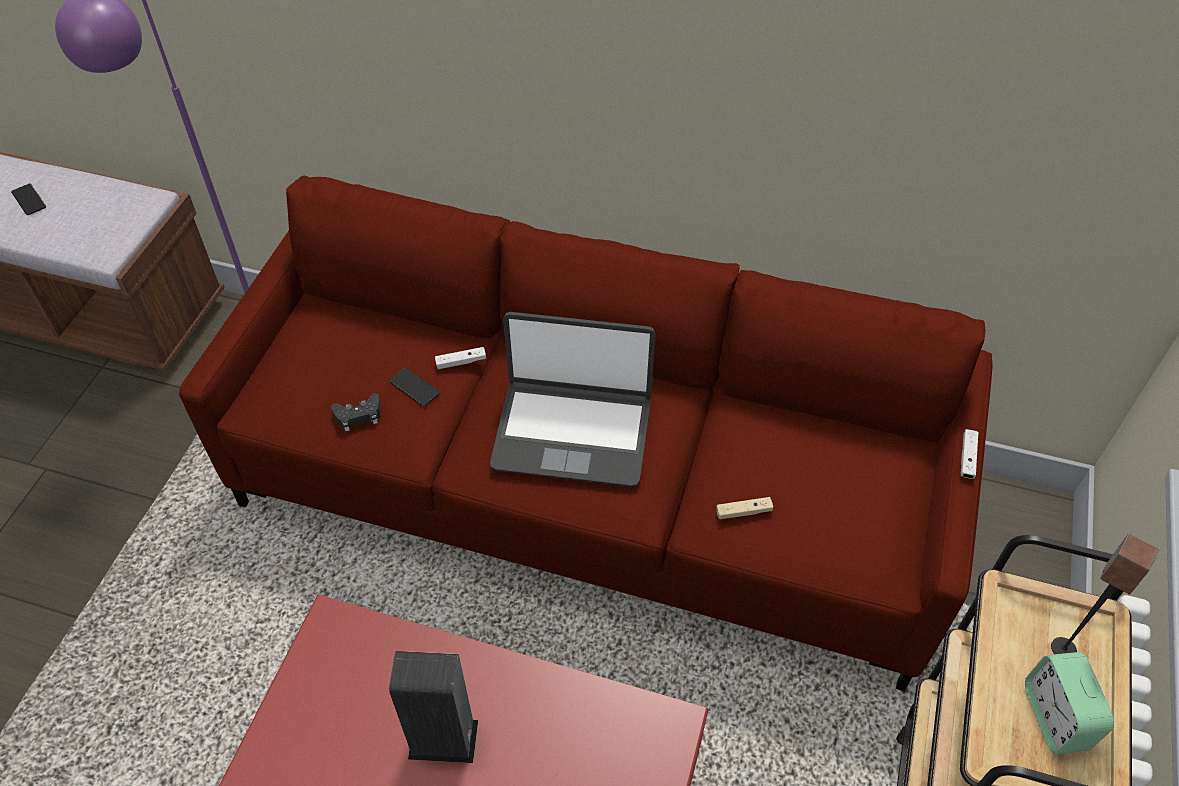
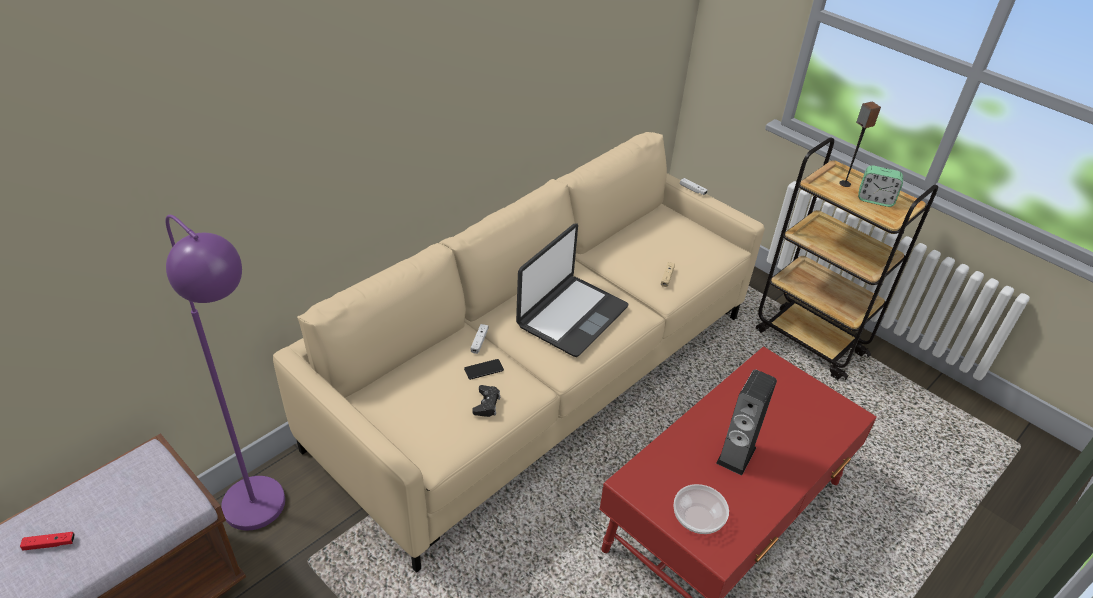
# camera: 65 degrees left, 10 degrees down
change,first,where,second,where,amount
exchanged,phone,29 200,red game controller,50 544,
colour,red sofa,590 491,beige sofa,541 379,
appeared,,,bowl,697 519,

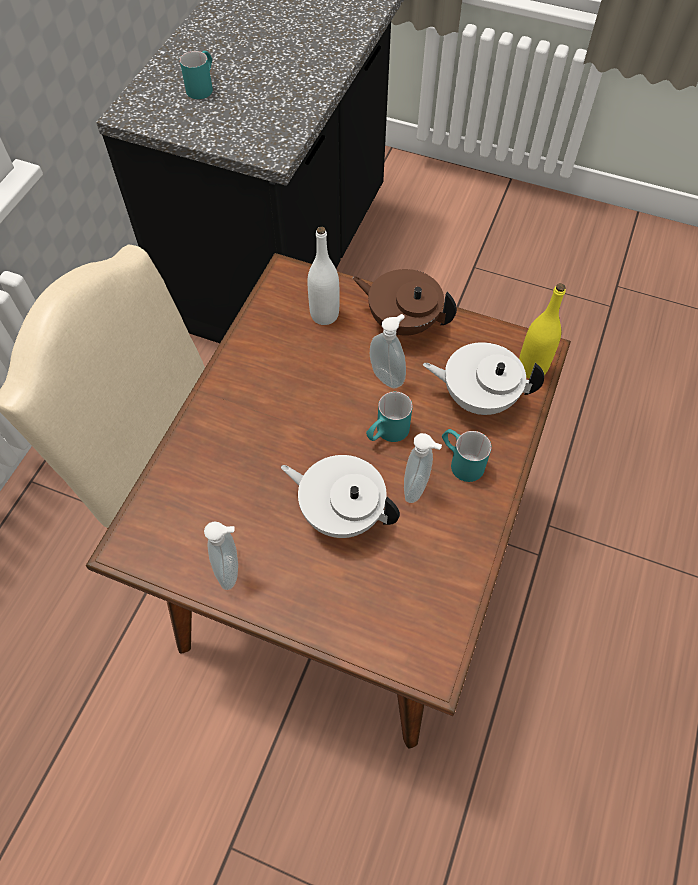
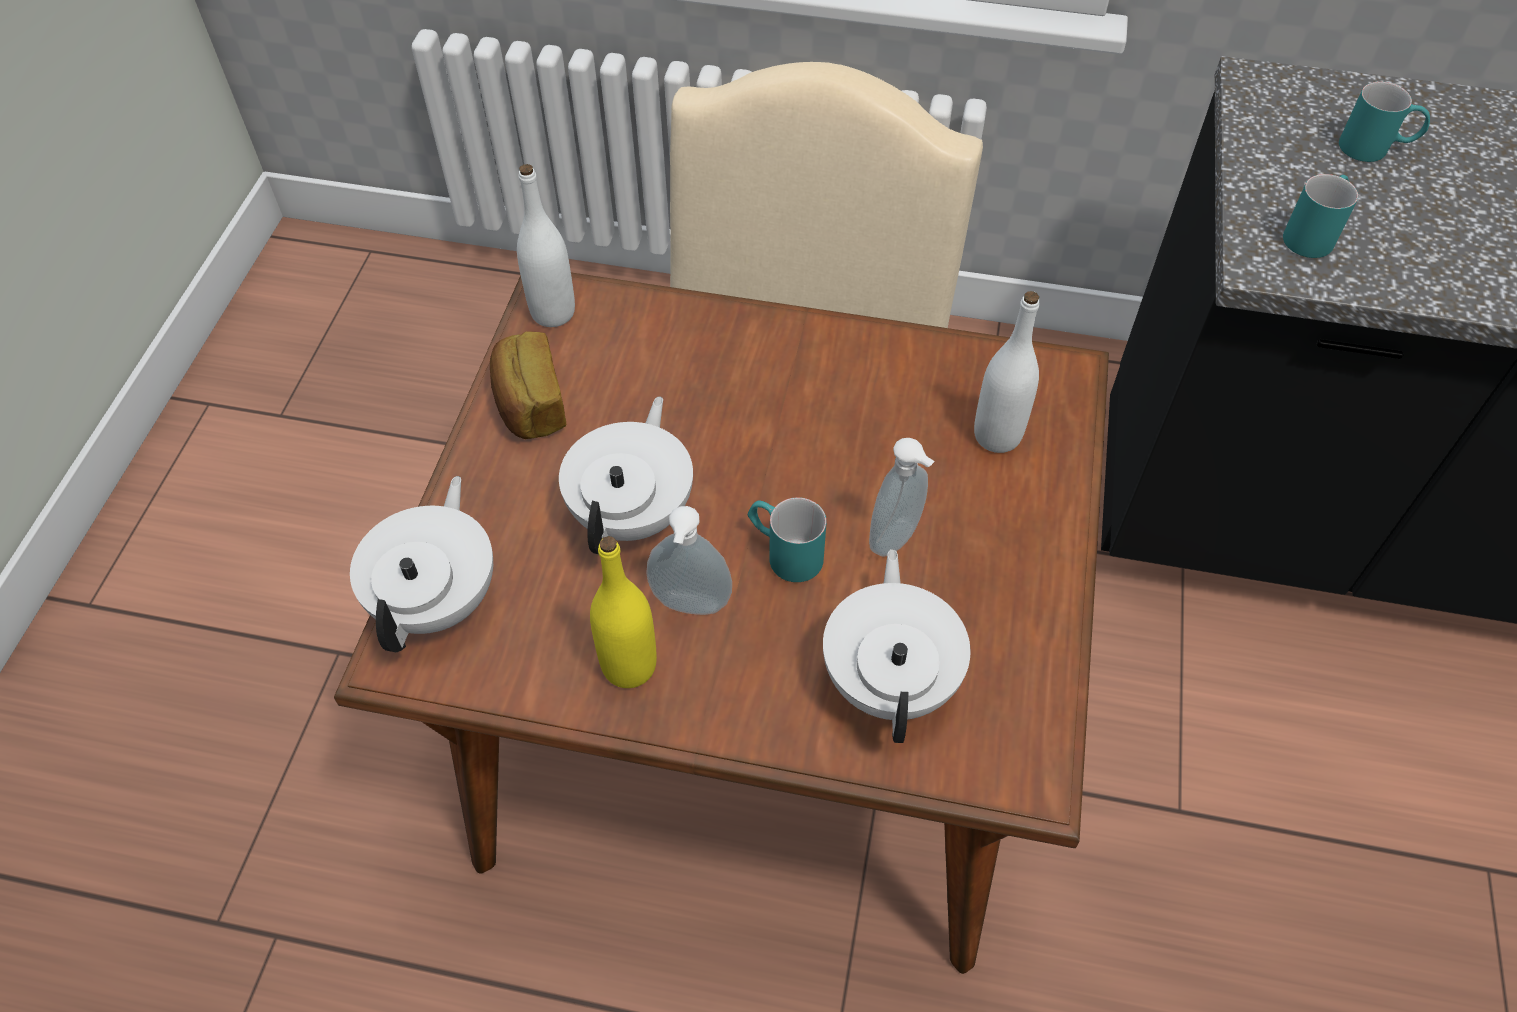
# camera: 80 degrees right, 5 degrees down
change,first,where,second,where,amount
appeared,,,white teapot,439 599,
exchanged,soap dispenser,231 569,bread,529 404,
appeared,,,white bottle,553 312,
relocated,yellow bottle,532 368,,629 666,
relocated,turquoise mug,460 461,,1313 233,
missing,brown teapot,402 321,,,

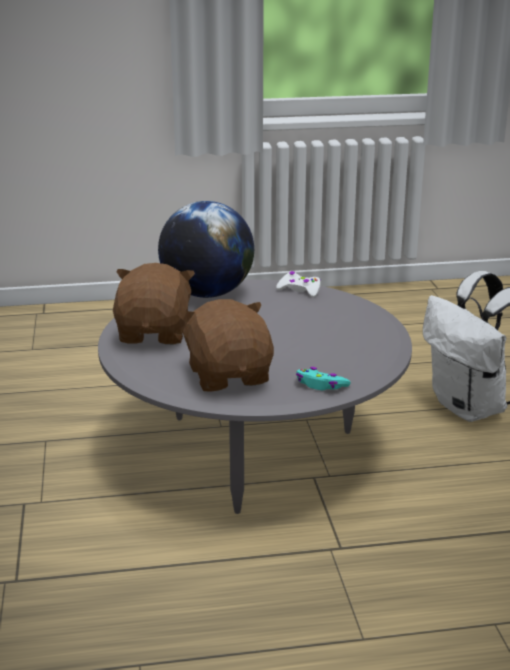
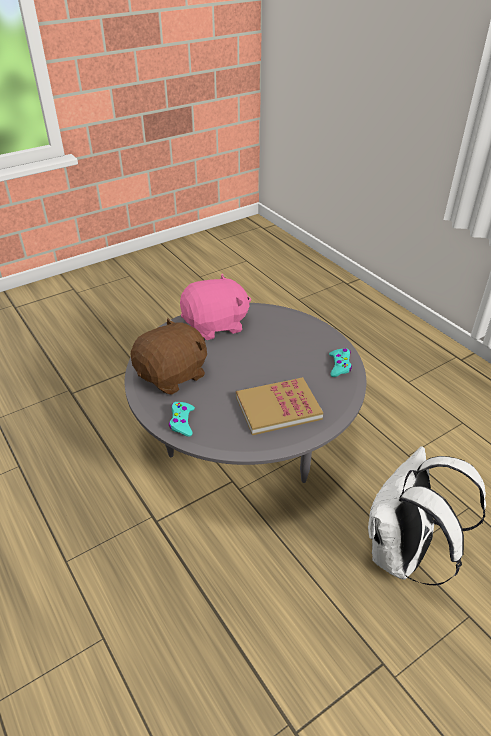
# camera: 65 degrees right, 15 degrees up
change,first,where,second,where,amount
colour,brown plush toy,155 333,pink plush toy,215 325,
appeared,,,book,278 408,
colour,white game controller,300 290,turquoise game controller,339 366,
missing,globe,207 294,,,

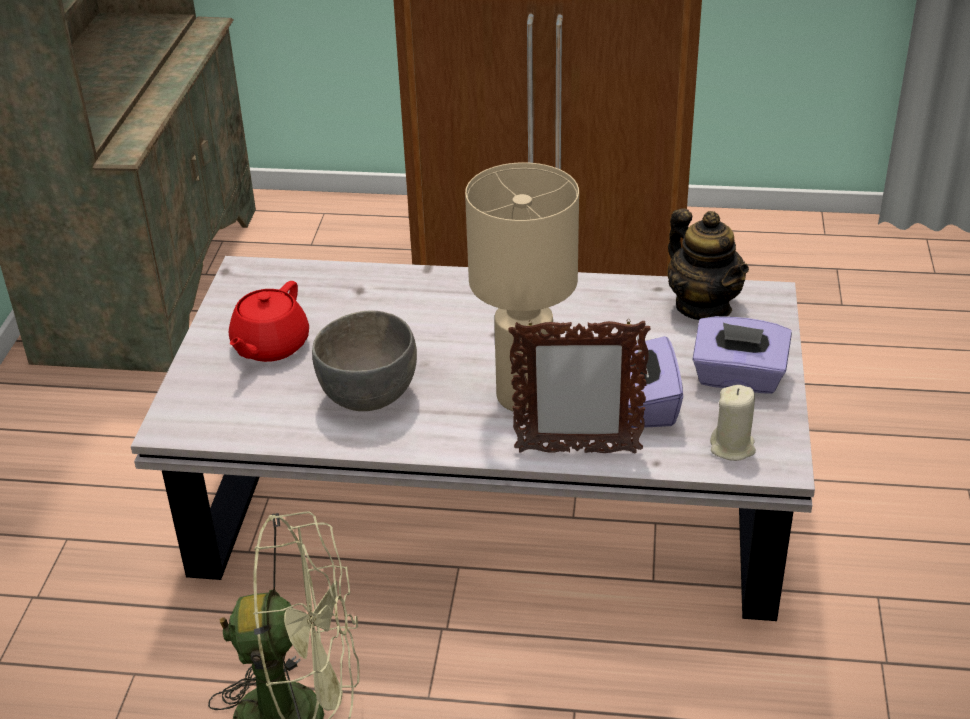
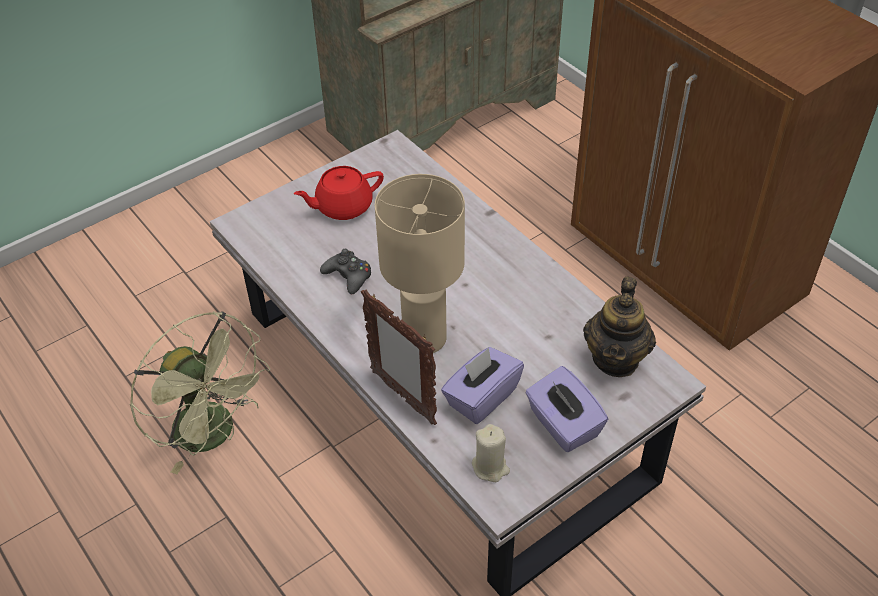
# camera: 45 degrees right, 10 degrees up
change,first,where,second,where,amount
exchanged,grey bowl,369 396,black game controller,348 276,

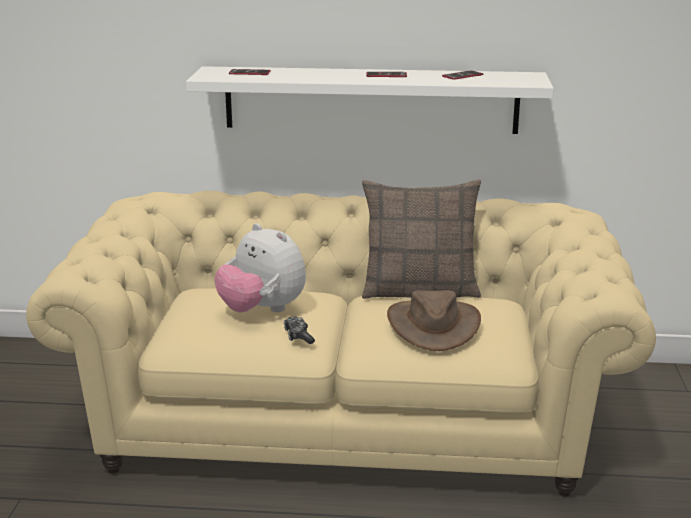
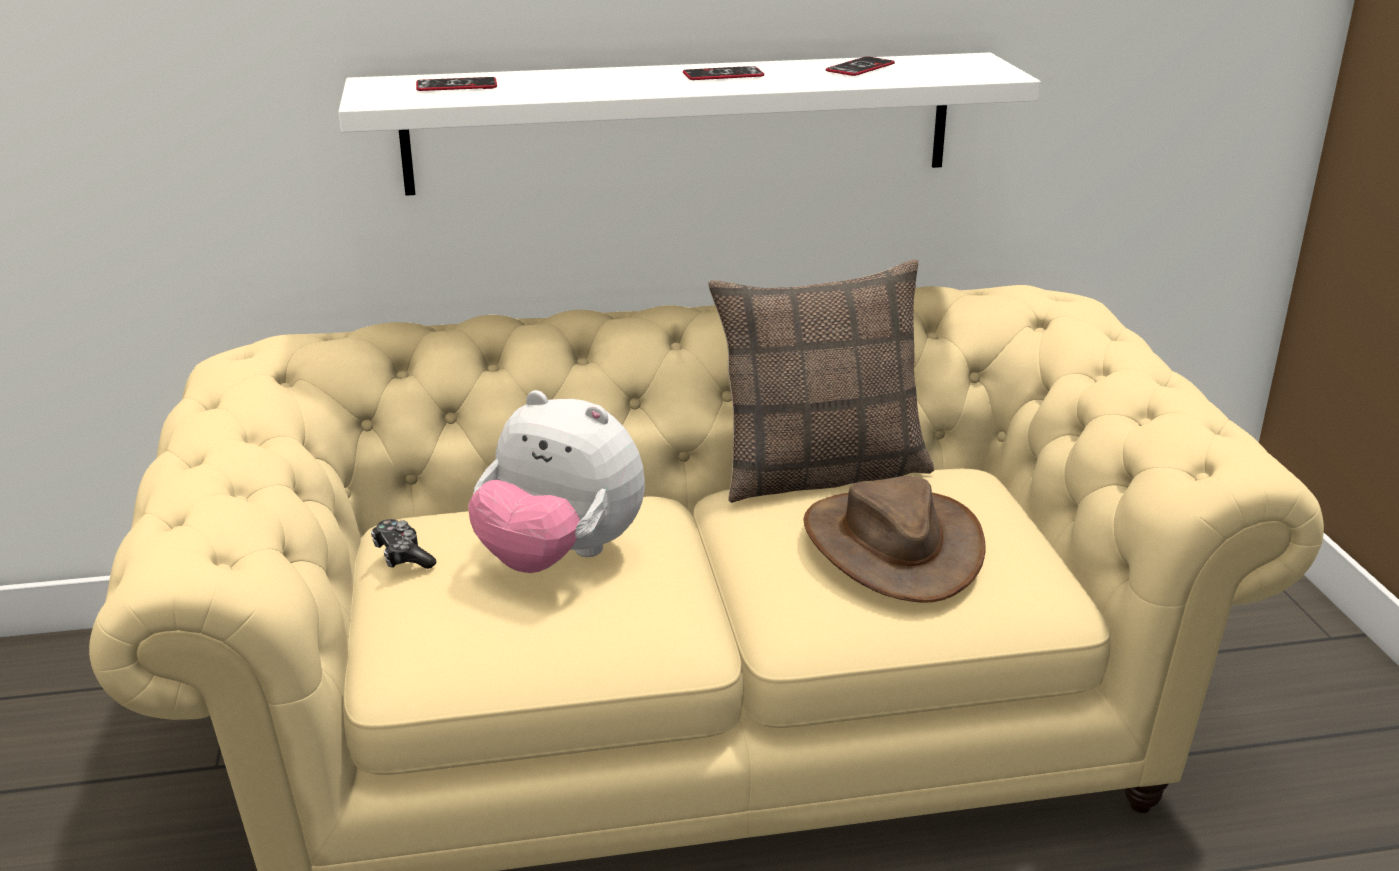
# camera: 15 degrees left, 5 degrees up
change,first,where,second,where,amount
relocated,game controller,298 336,,403 555,

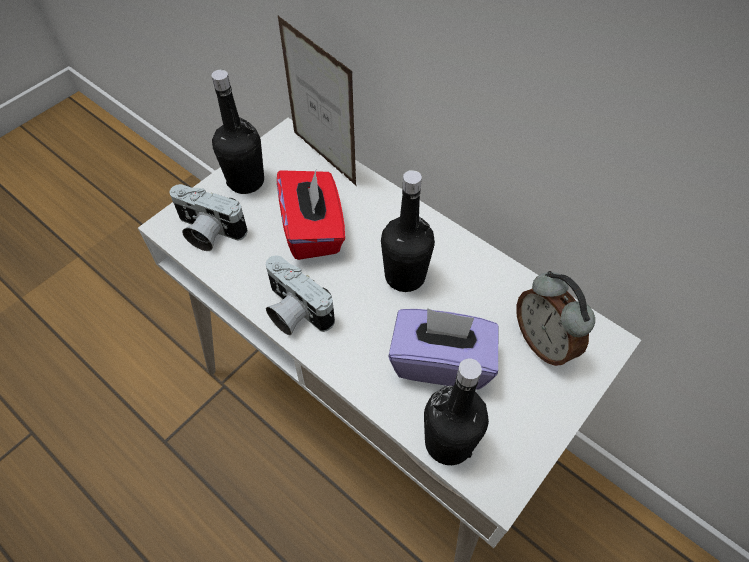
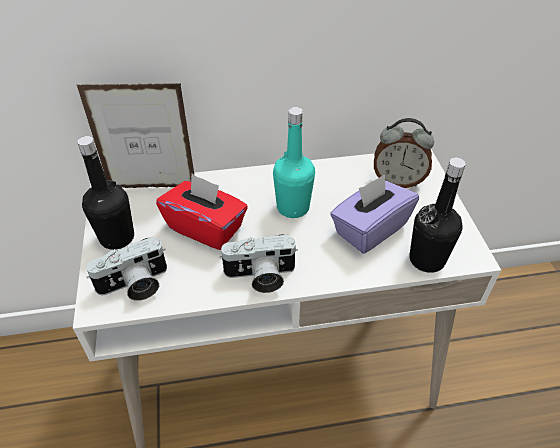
# camera: 50 degrees left, 10 degrees down
change,first,where,second,where,amount
colour,black bottle,405 276,turquoise bottle,293 207,

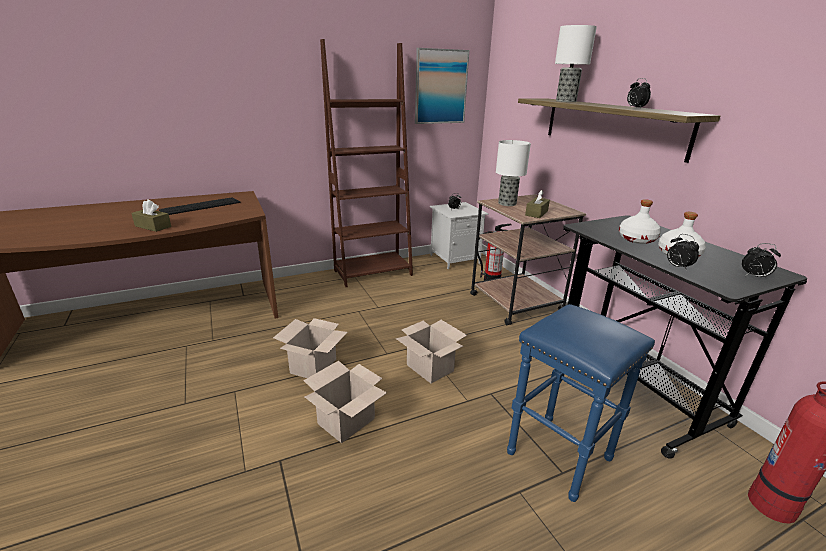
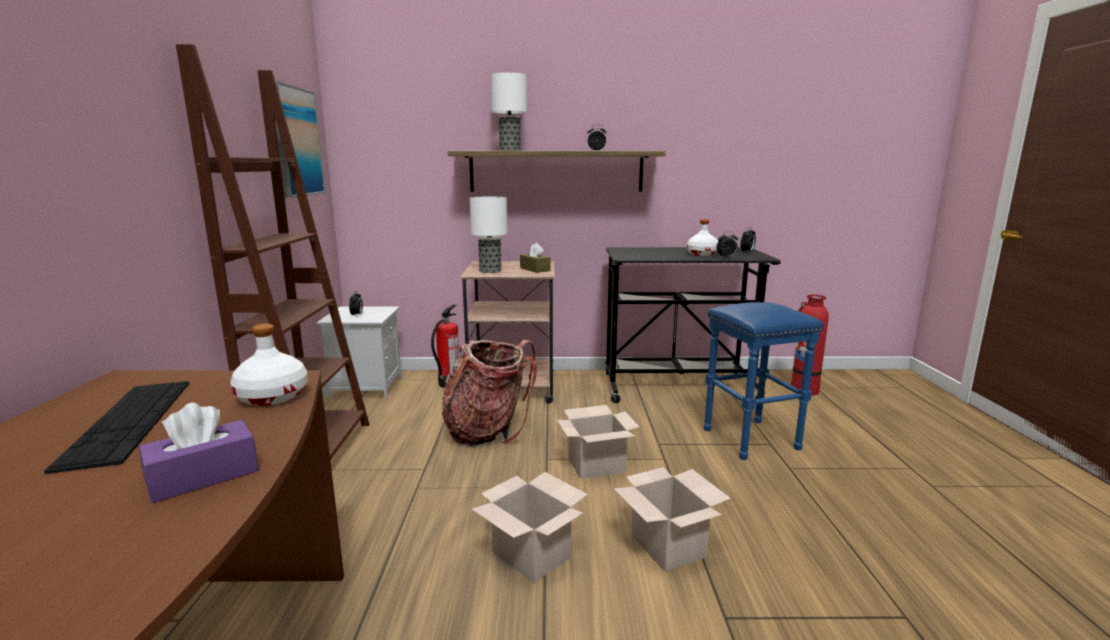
# camera: 65 degrees left, 10 degrees down
change,first,where,second,where,amount
colour,brown tissue box,153 226,purple tissue box,203 476,
relocated,white bottle,637 239,,273 396,
appeared,,,backpack,488 430,

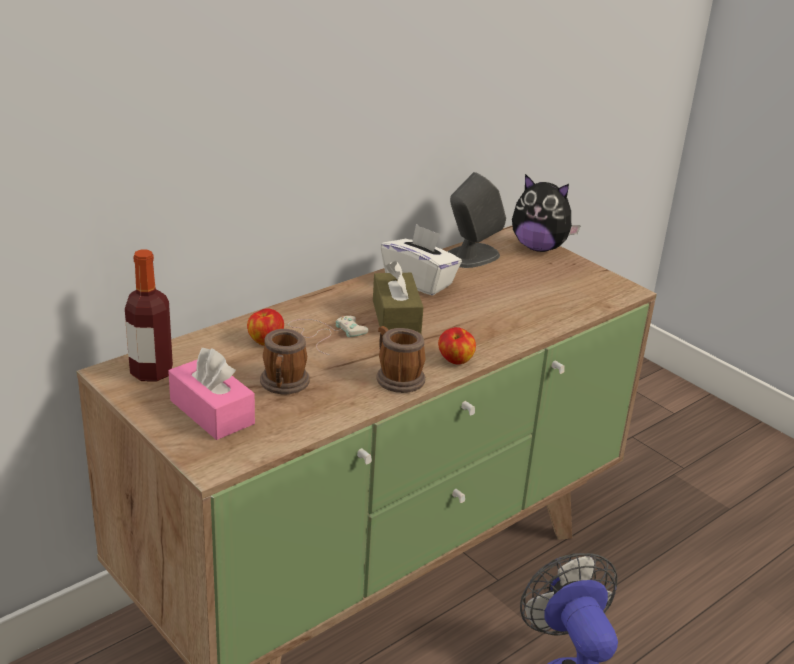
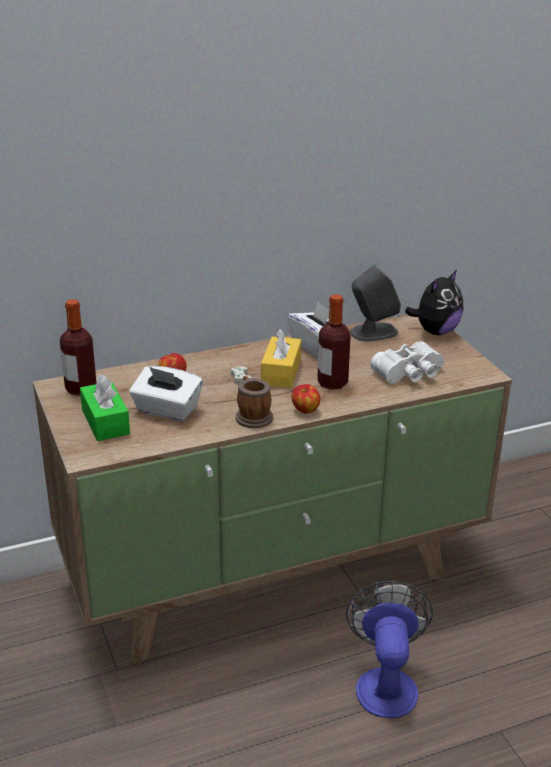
# camera: 20 degrees right, 0 degrees up
change,first,where,second,where,amount
colour,pink tissue box,212 412,green tissue box,105 422,
exchanged,mug,283 385,white tissue box,166 410,
colour,brown tissue box,396 317,yellow tissue box,281 372,
appeared,,,bottle,332 383,
appeared,,,white binoculars,410 374,
spun,plush toy,539 247,,435 331,90 degrees counterclockwise

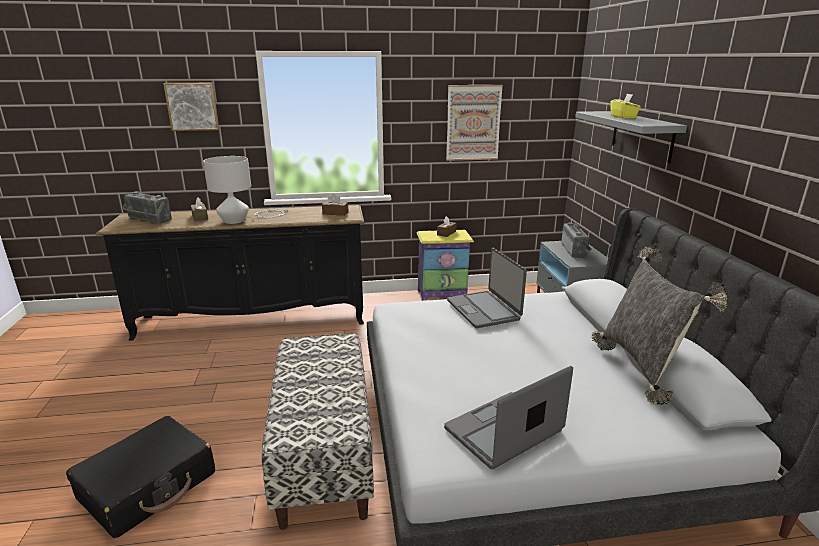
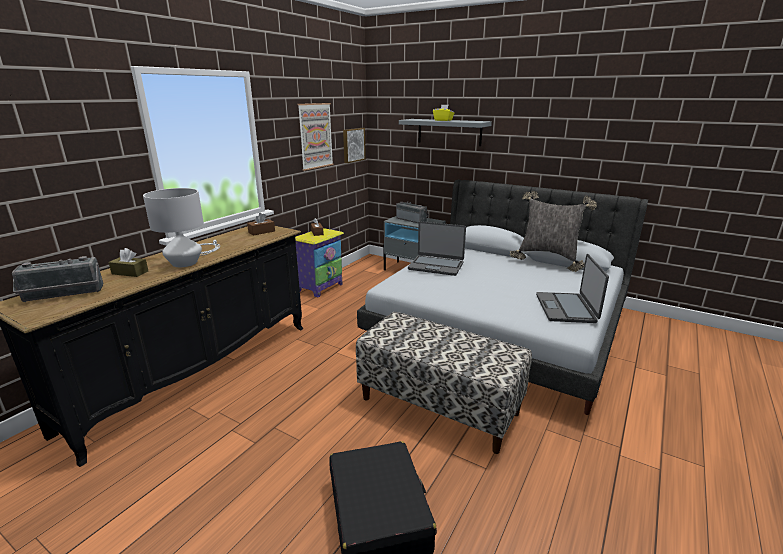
# camera: 50 degrees left, 0 degrees up
change,first,where,second,where,amount
relocated,picture,192 106,,353 145,

